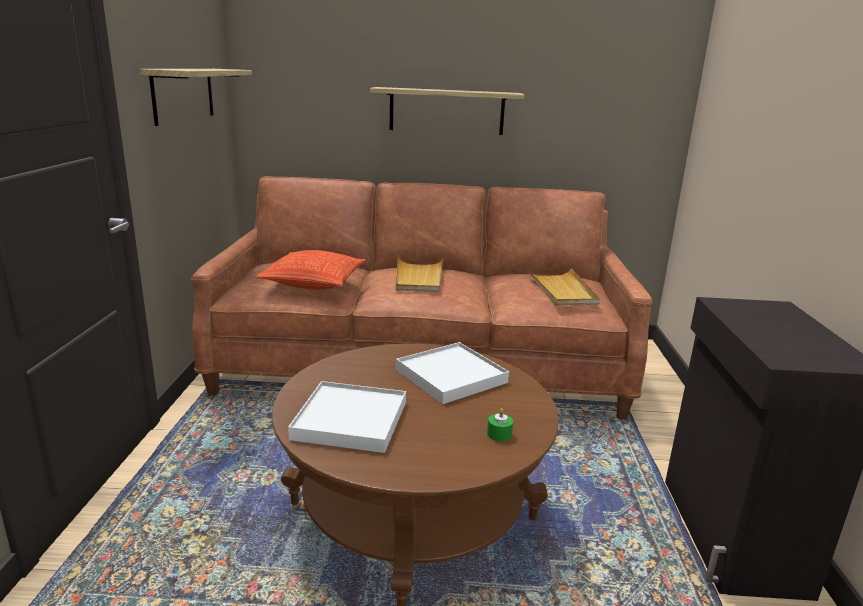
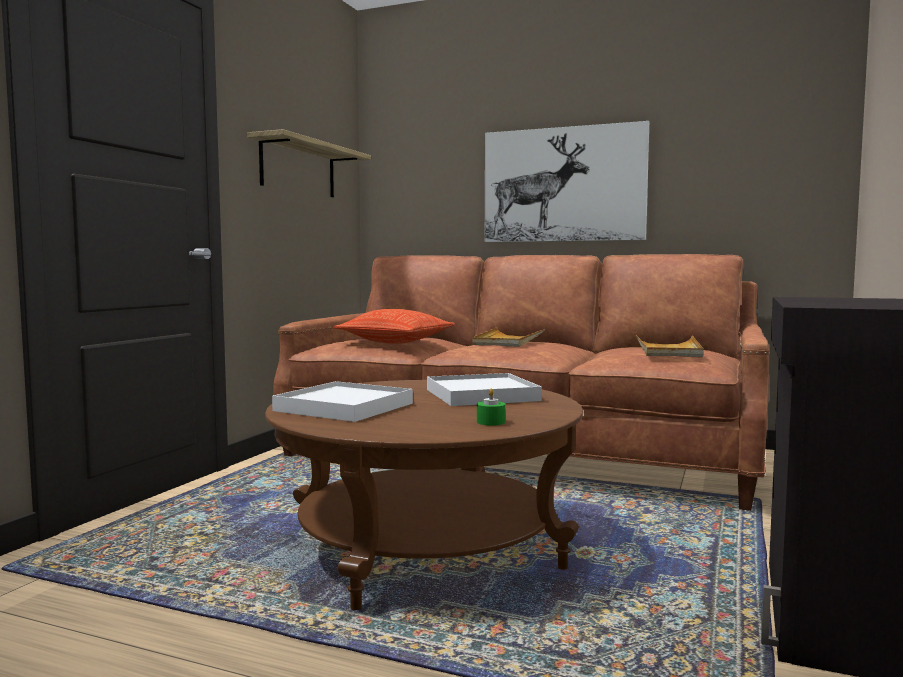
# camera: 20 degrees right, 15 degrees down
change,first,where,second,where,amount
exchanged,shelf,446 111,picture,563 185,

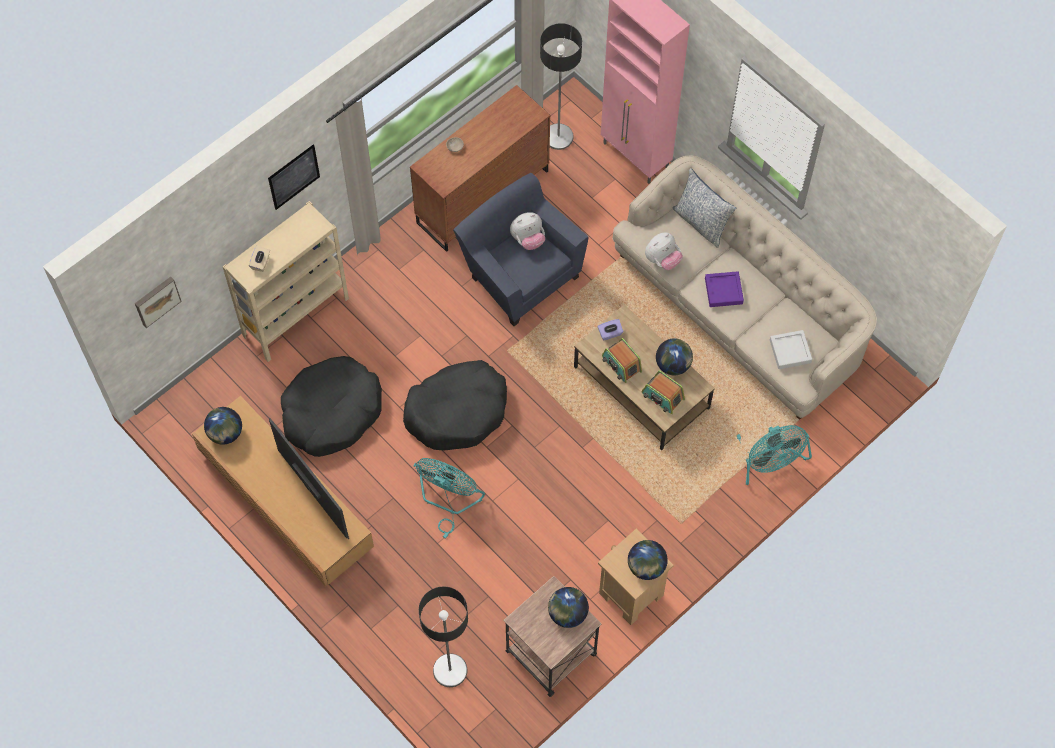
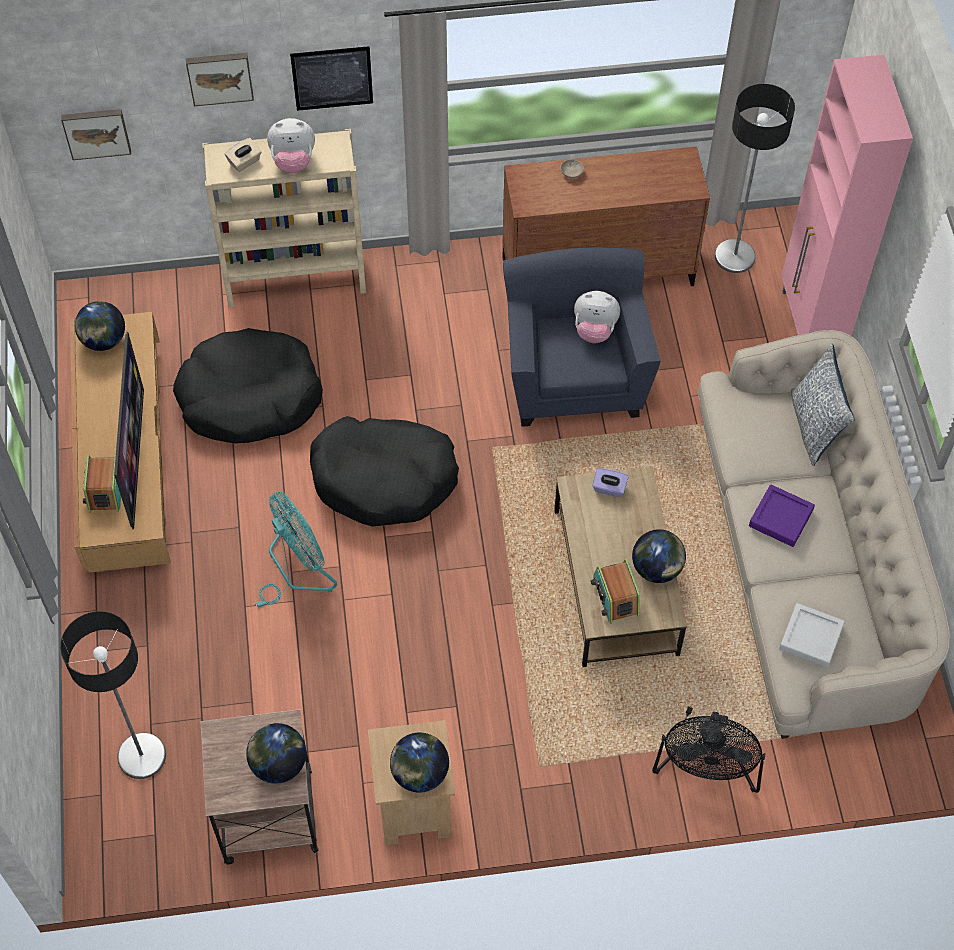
# camera: 35 degrees right, 5 degrees down
change,first,where,second,where,amount
relocated,radio,621 364,,105 489,
appeared,,,picture,220 77,
relocated,plush toy,662 260,,293 162,
colour,turquoise fan,767 460,black fan,703 762,

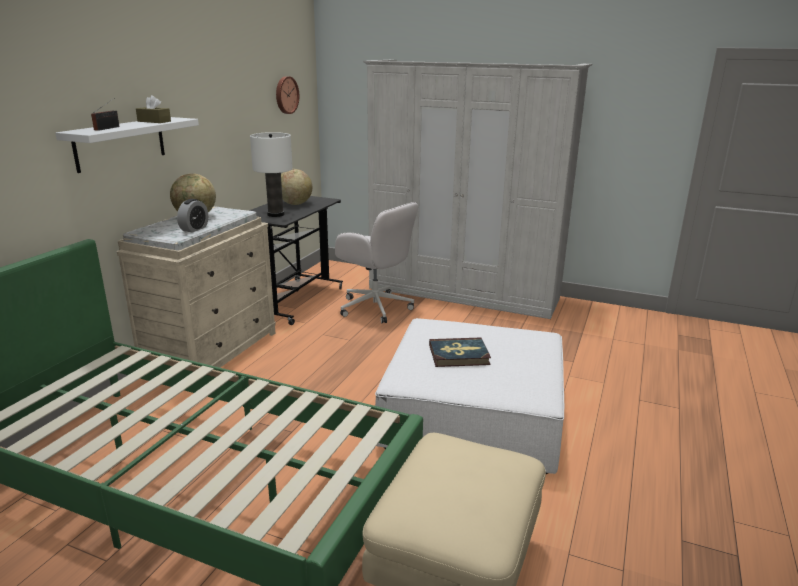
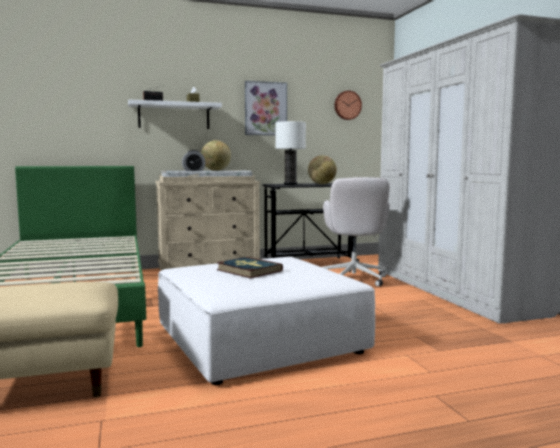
# camera: 50 degrees right, 15 degrees down
change,first,where,second,where,amount
appeared,,,picture,265 108,

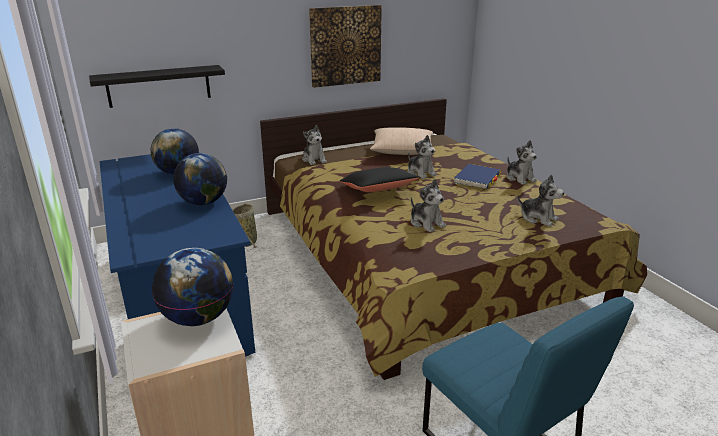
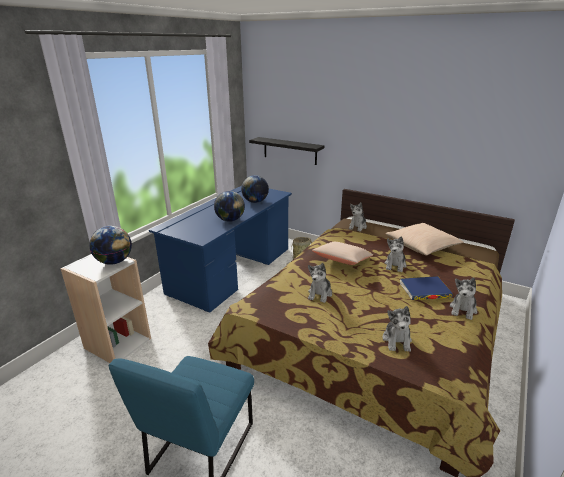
# camera: 55 degrees right, 0 degrees up
change,first,where,second,where,amount
colour,black pillow,378 191,beige pillow,342 261,
missing,picture,345 45,,,

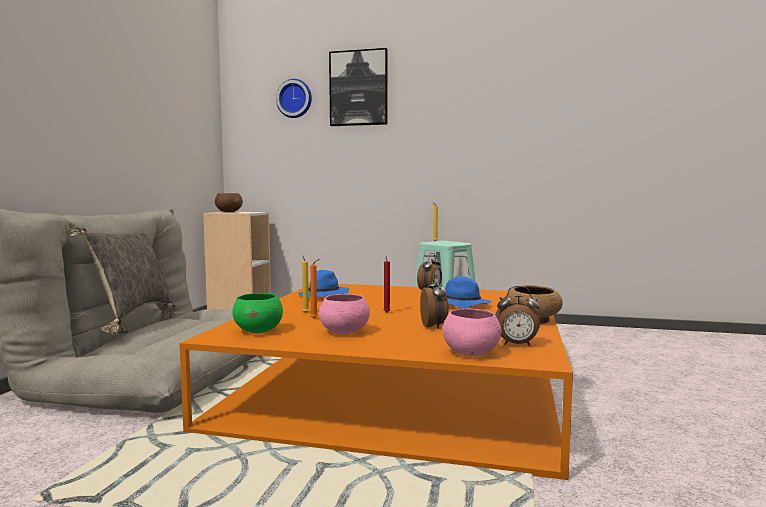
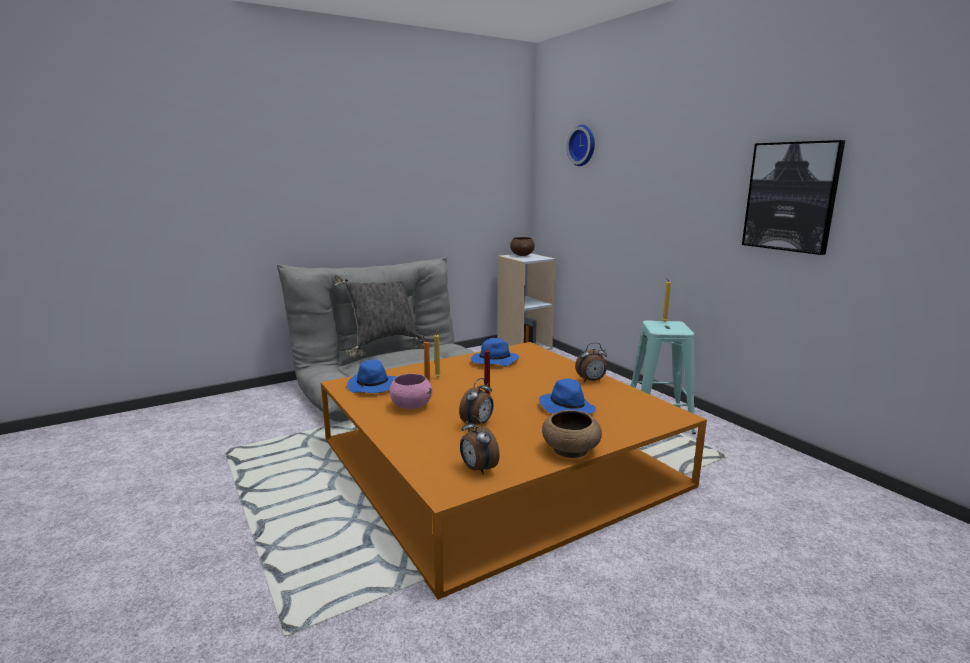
# camera: 45 degrees right, 10 degrees up
change,first,where,second,where,amount
exchanged,green bowl,259 331,blue hat,373 386,
relocated,picture,359 88,,791 197,
missing,pink bowl,470 353,,,

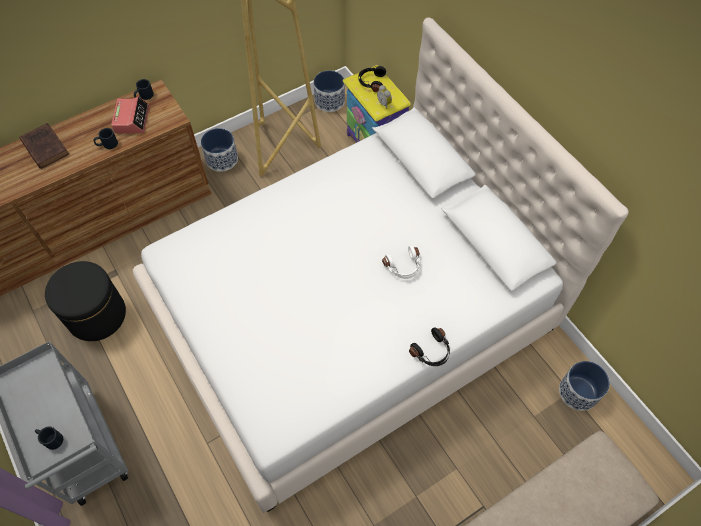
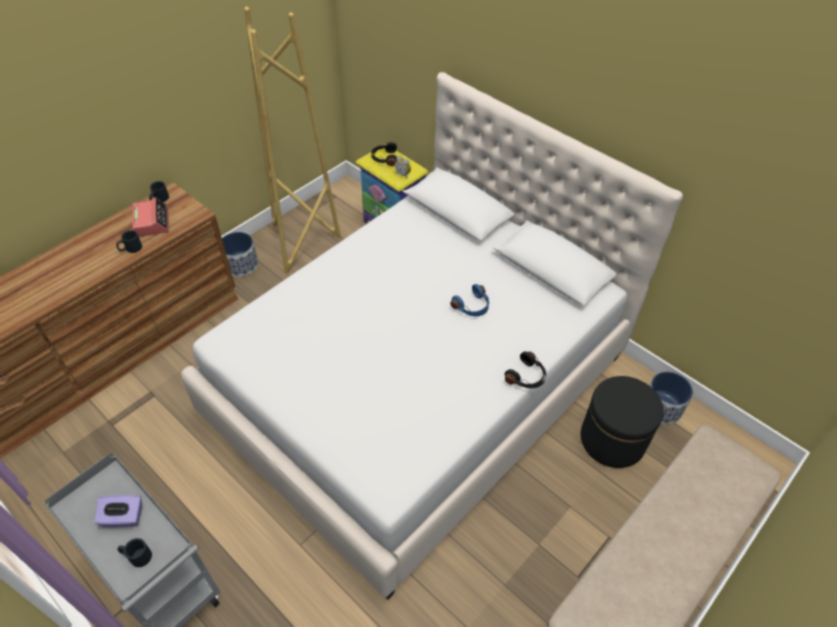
# camera: 15 degrees left, 10 degrees down
change,first,where,second,where,amount
appeared,,,purple tissue box,123 518,
colour,white headphones,403 267,blue headphones,472 307,
relocated,black ottoman,97 315,,612 439,
missing,brown book,44 147,,,
missing,planter,330 101,,,

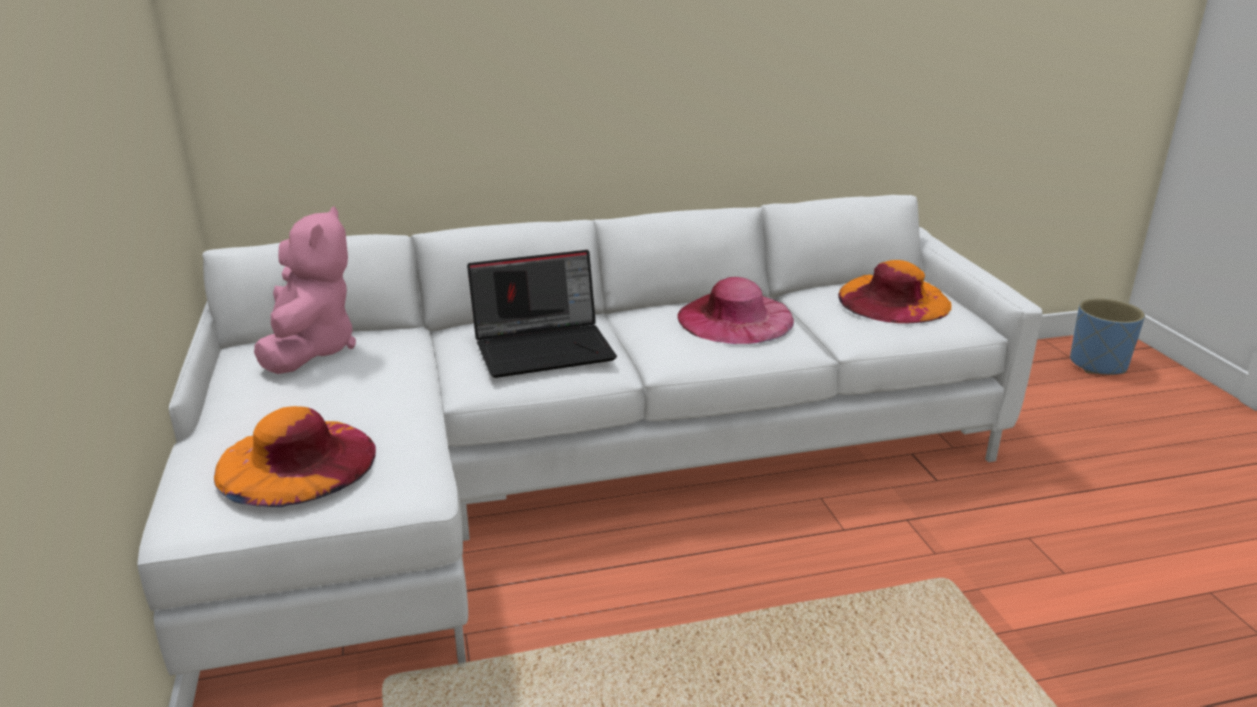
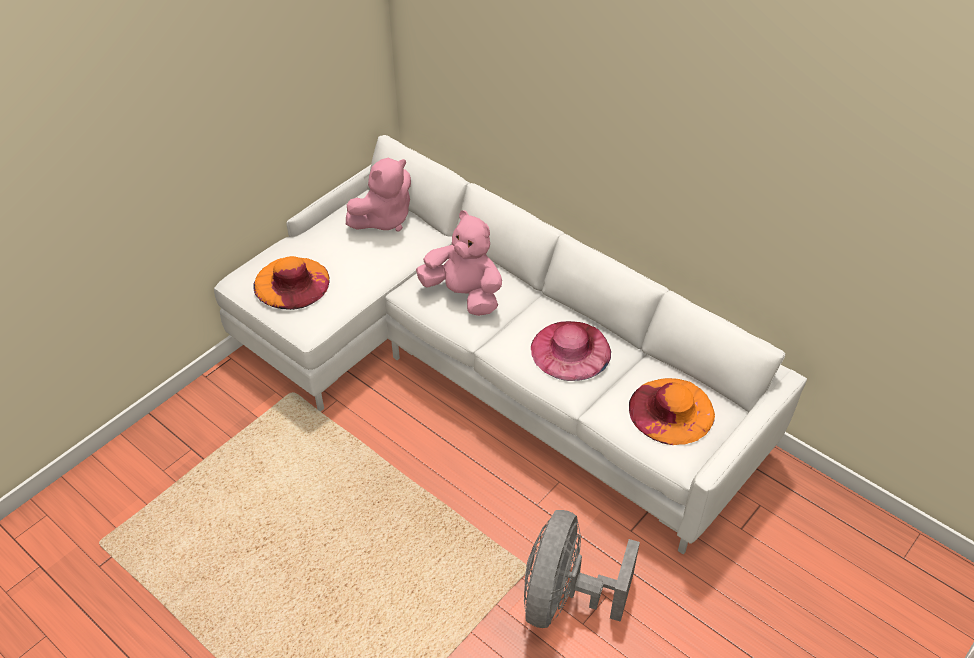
# camera: 55 degrees right, 20 degrees up
change,first,where,second,where,amount
exchanged,laptop,545 347,pink plush toy,464 294,
appeared,,,grey fan,565 598,
missing,blue planter,1098 365,,,

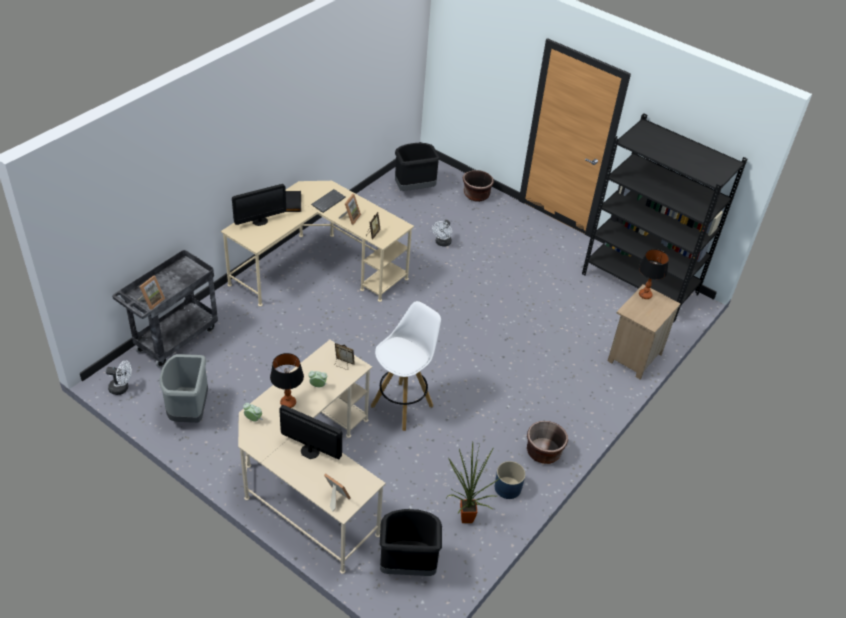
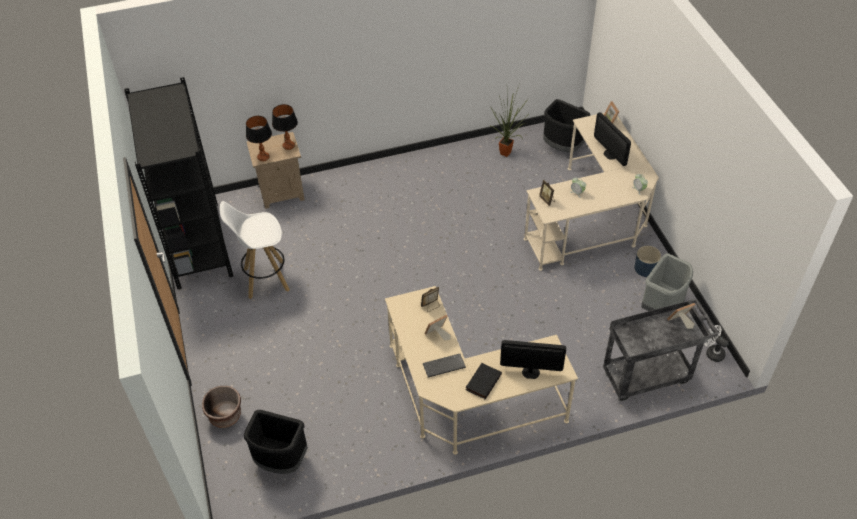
# camera: 140 degrees left, 5 degrees up
change,first,where,second,where,amount
relocated,white stool,403 405,,265 279,
relocated,table lamp,288 403,,288 146,
relocated,blue planter,508 487,,645 268,
missing,white fan,442 243,,,
missing,brown planter,543 452,,,

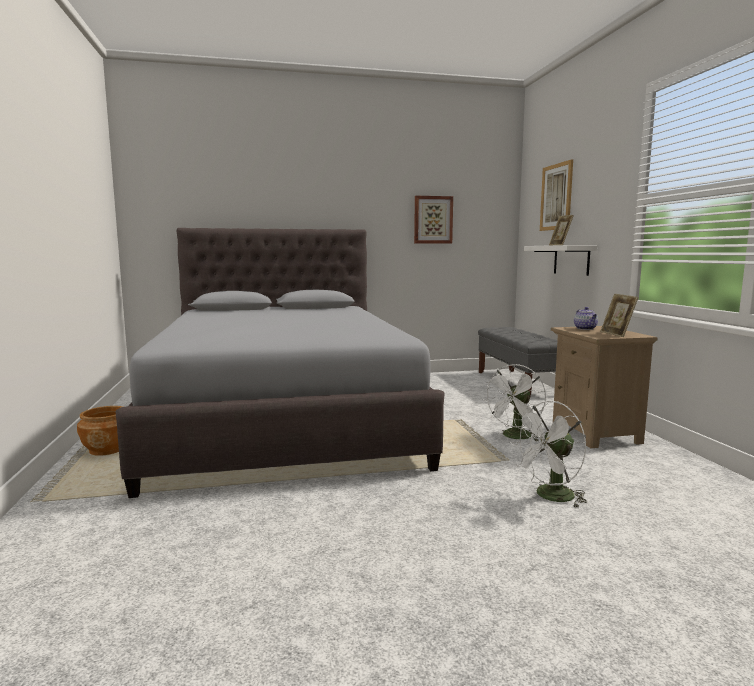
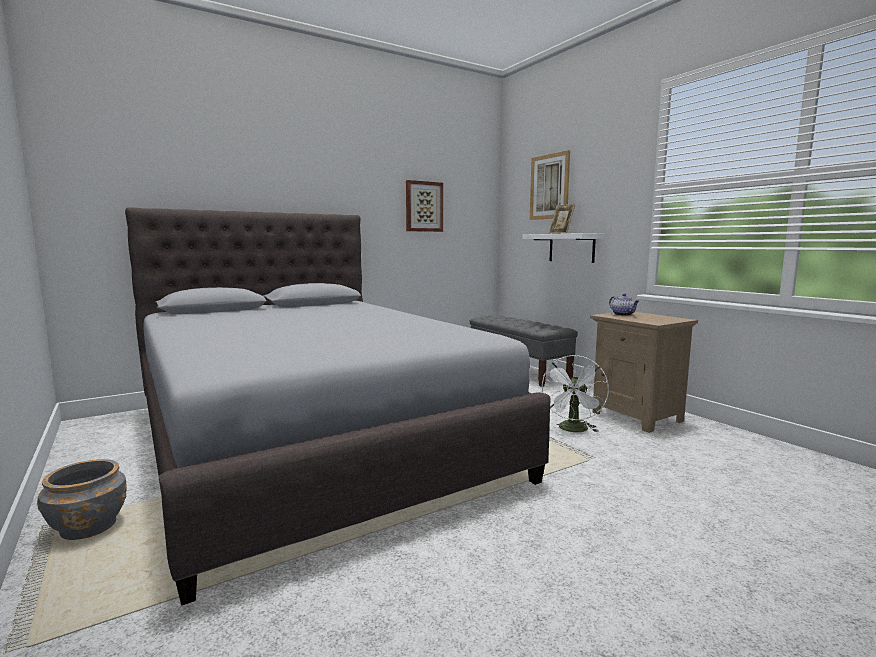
# camera: 20 degrees left, 0 degrees up
change,first,where,second,where,amount
colour,brown planter,107 450,grey planter,88 527,
missing,white fan,550 497,,,
missing,picture frame,617 334,,,

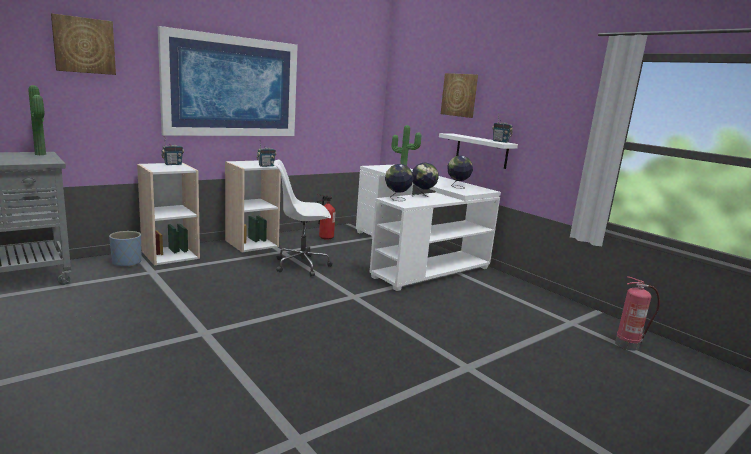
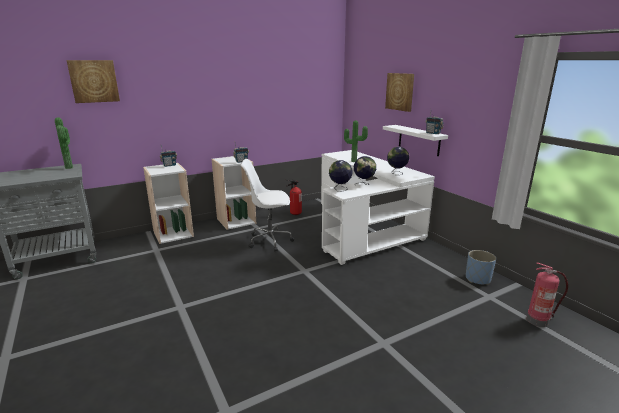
# camera: 10 degrees right, 5 degrees up
change,first,where,second,where,amount
relocated,blue planter,127 262,,478 279,
missing,picture,232 87,,,

